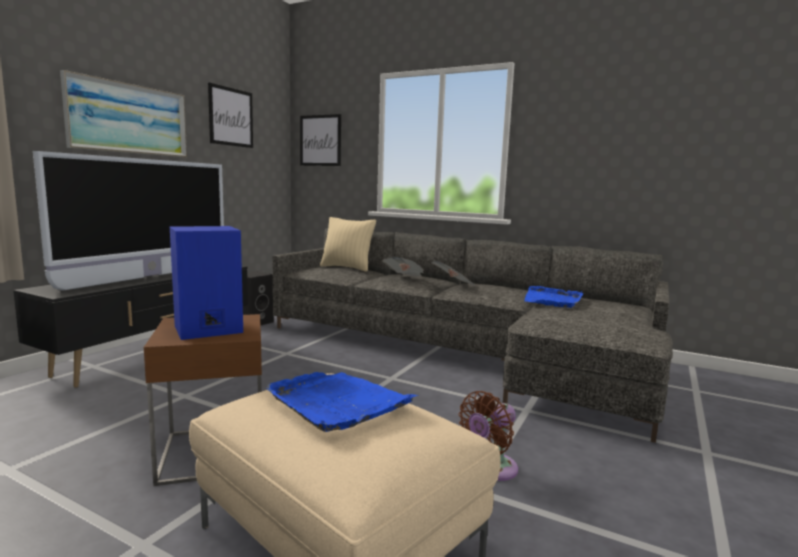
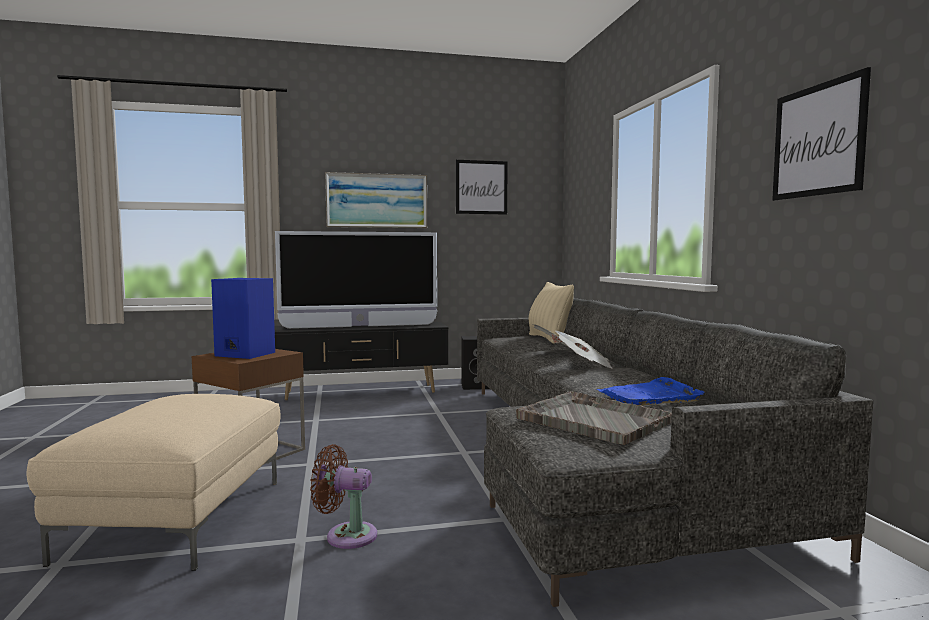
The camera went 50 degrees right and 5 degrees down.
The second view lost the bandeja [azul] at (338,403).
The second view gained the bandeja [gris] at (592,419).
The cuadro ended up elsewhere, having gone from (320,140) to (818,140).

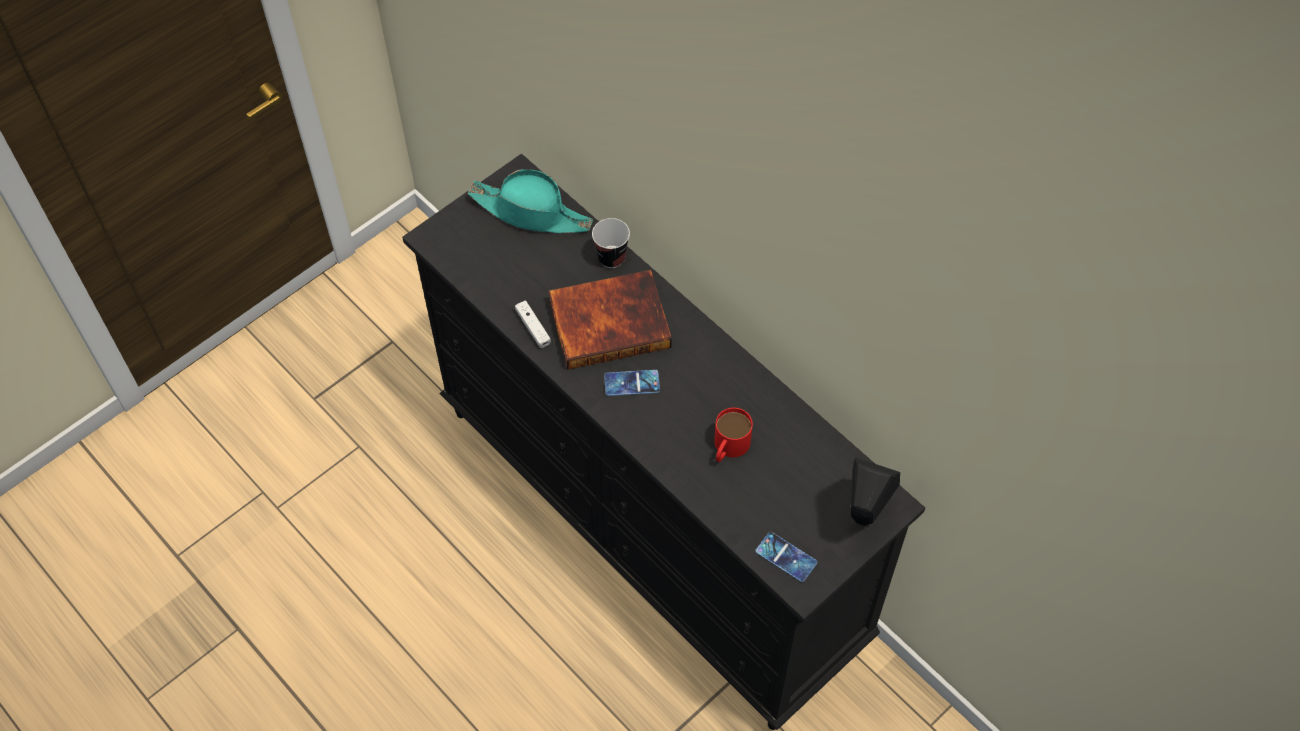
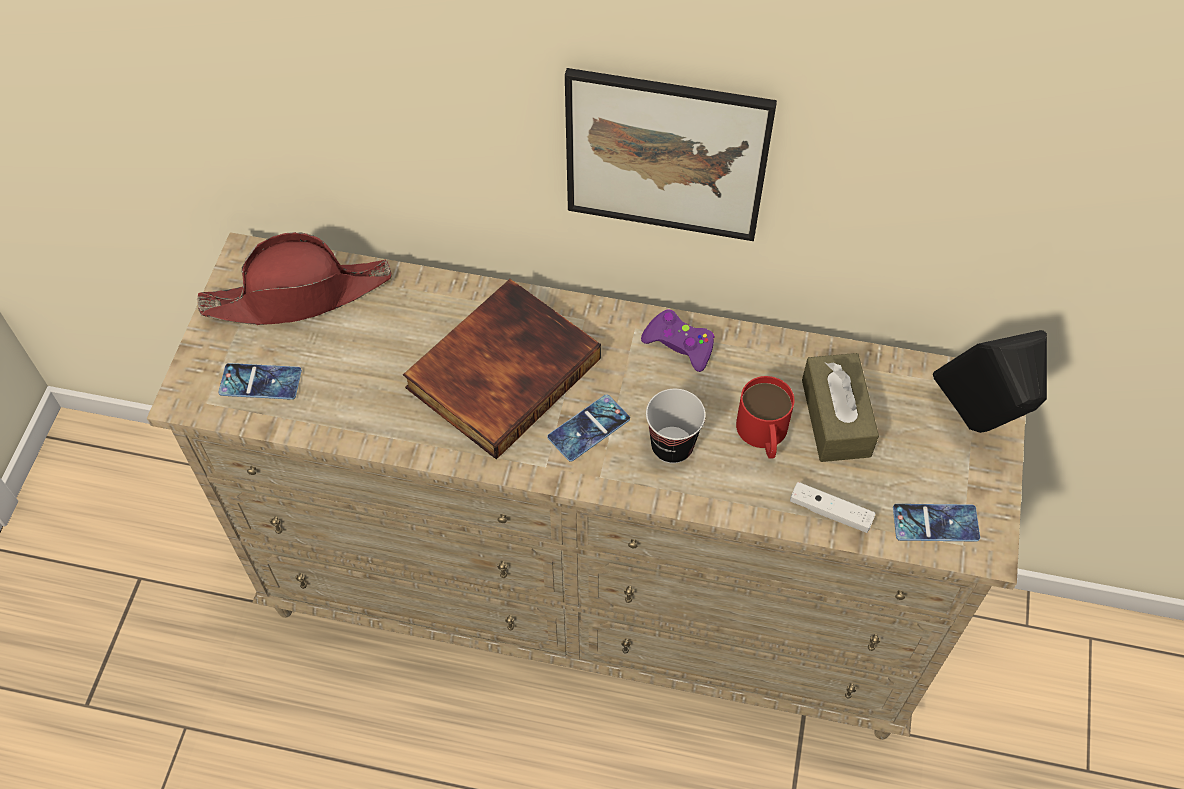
The camera went 35 degrees left and 0 degrees up.
The second view gained the móvil at (260,382).
The second view gained the cuadro at (666,155).
The second view gained the mando de consola [morado] at (679,344).
The second view gained the caja de pañuelos [marrón] at (836,418).
The mando de consola [blanco] ended up elsewhere, having gone from (533,327) to (830,512).
The taza ended up elsewhere, having gone from (611,257) to (672,446).
What was the cómoda [negro] at (651,527) turned into the cómoda [beis] at (594,603).
What was the sombrero [turquesa] at (531,212) turned into the sombrero [rojo] at (298,295).

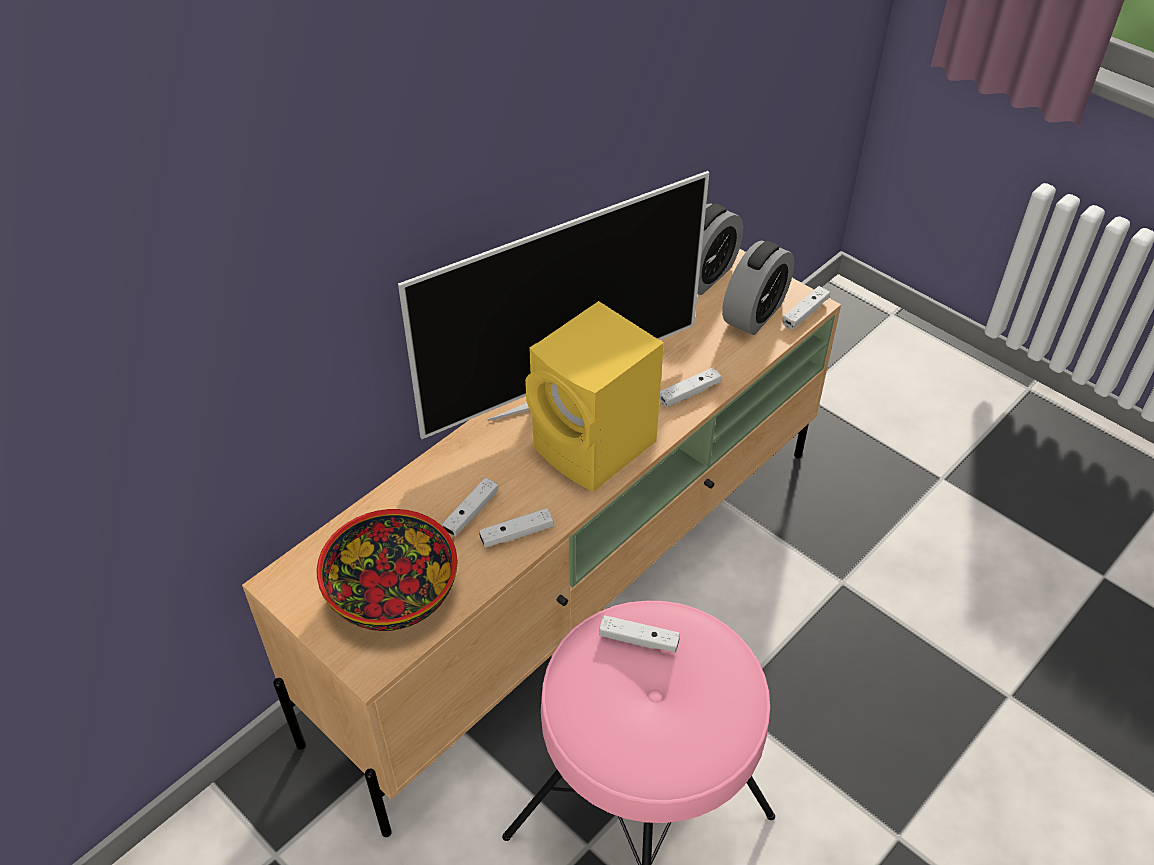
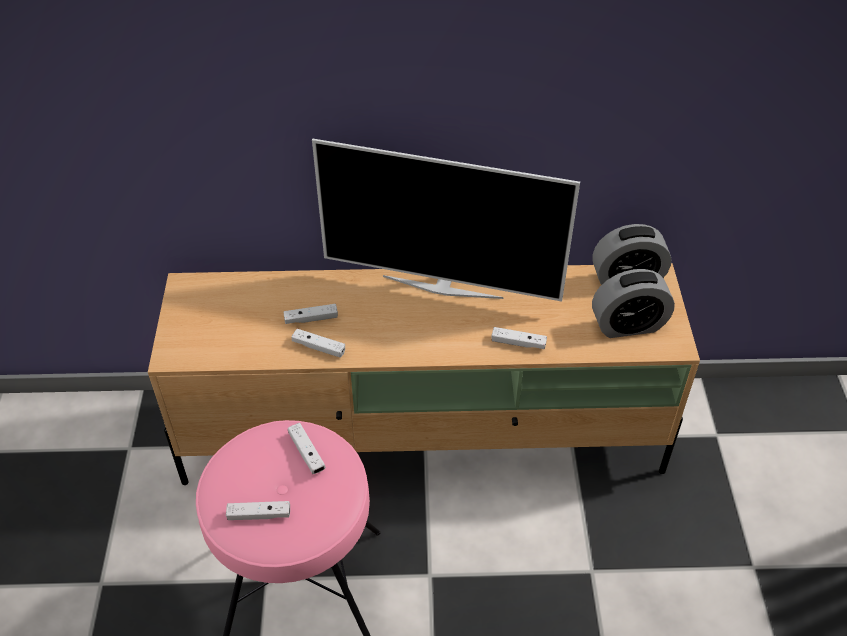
The camera went 45 degrees right and 0 degrees up.
The second view lost the cuenco at (393,591).
The second view lost the altavoz [amarillo] at (596,448).
The mando de consola [blanco] ended up elsewhere, having gone from (805,313) to (259,515).

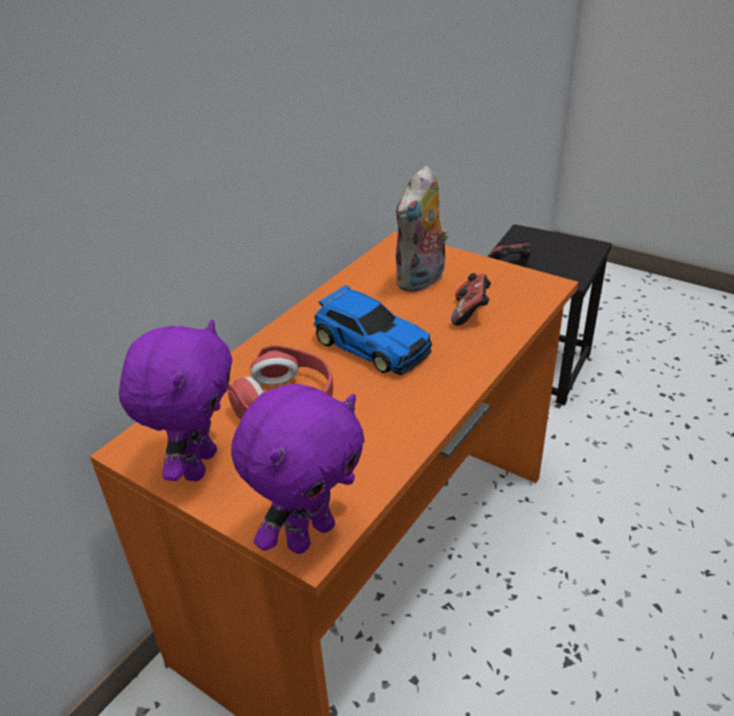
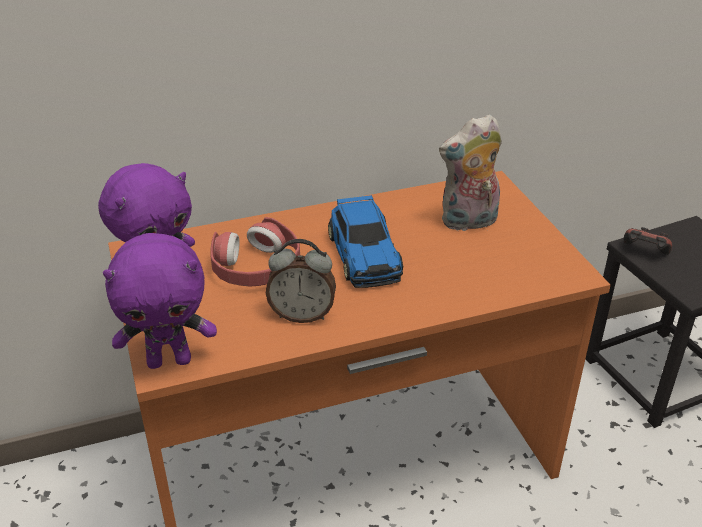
The camera went 35 degrees right and 0 degrees up.
The second view lost the mando de consola at (470,313).
The second view gained the despertador at (302,314).

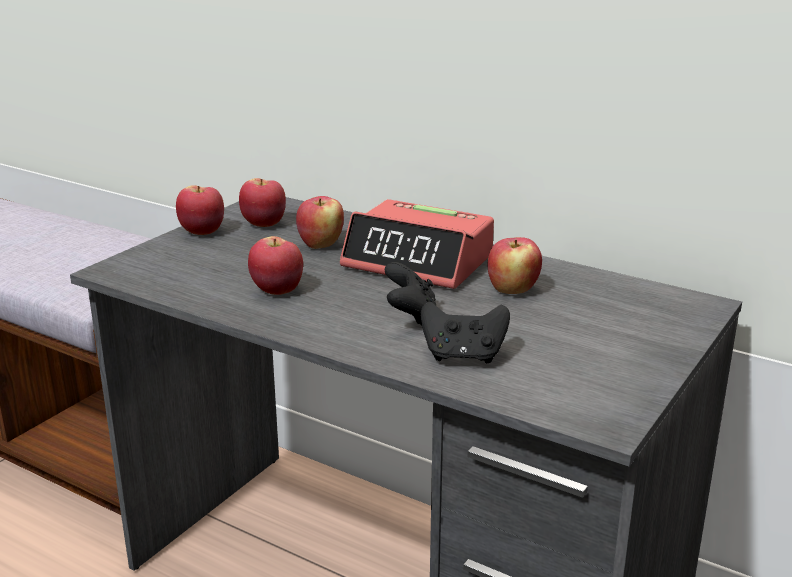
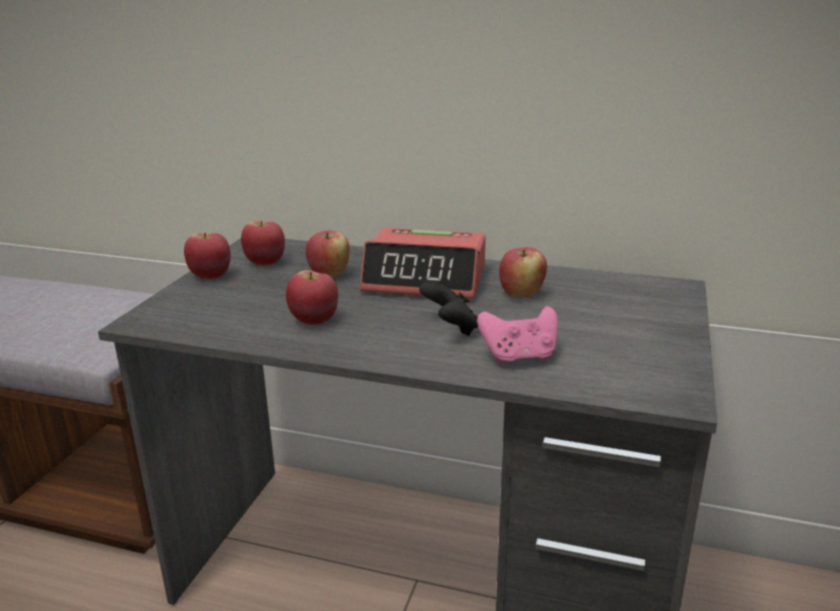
The camera went 15 degrees left and 0 degrees up.
What was the mando de consola [negro] at (463,356) turned into the mando de consola [rosa] at (519,357).

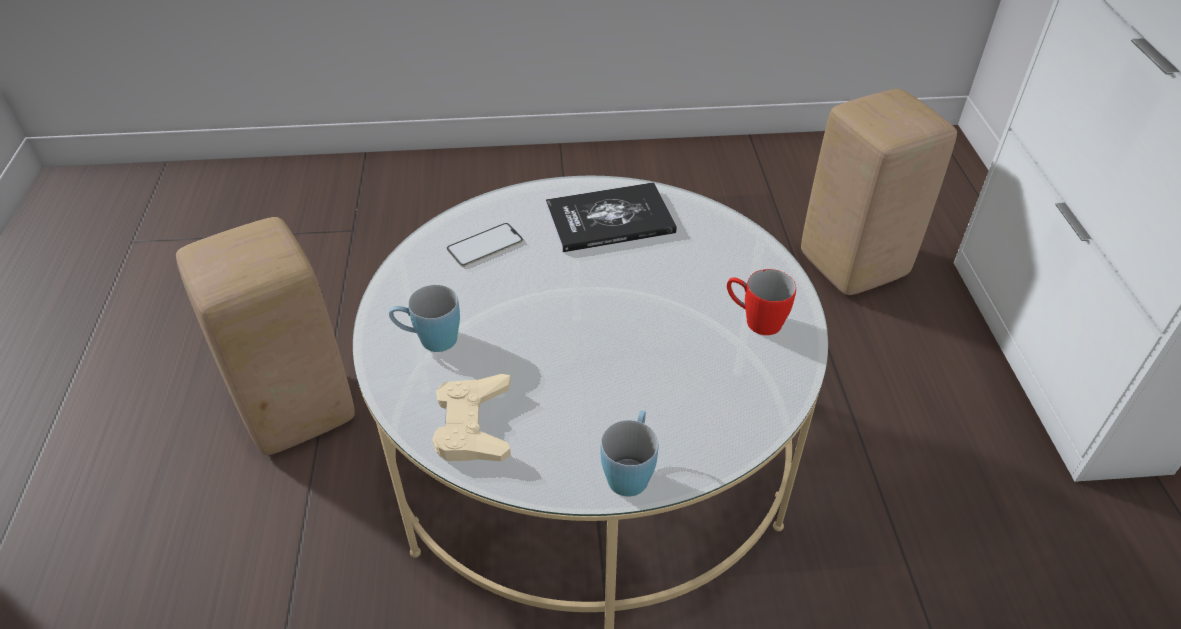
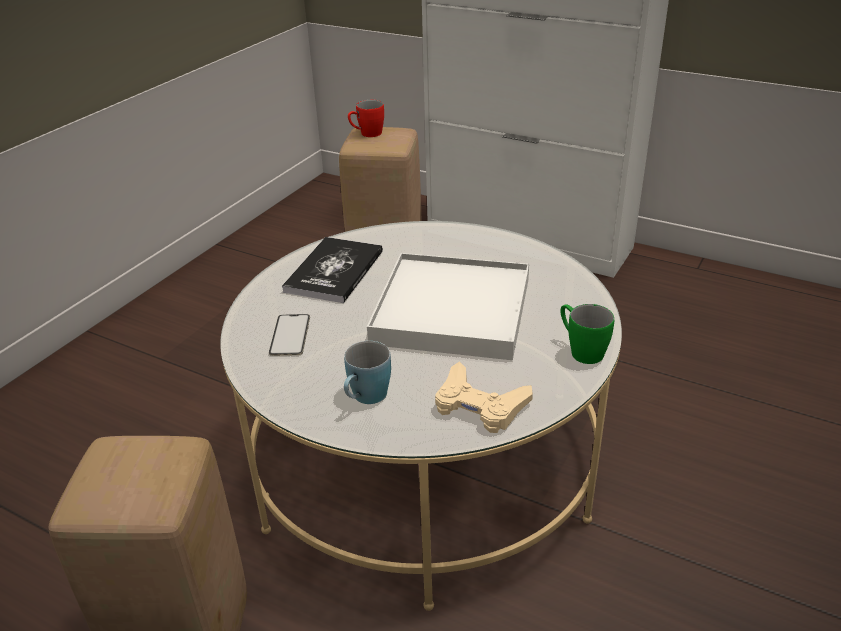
The camera went 55 degrees left and 10 degrees down.
The second view gained the bandeja [blanco] at (451,311).
The taza grande [rojo] ended up elsewhere, having gone from (755,320) to (367,134).
What was the taza grande [azul] at (630,470) turned into the taza grande [verde] at (581,350).

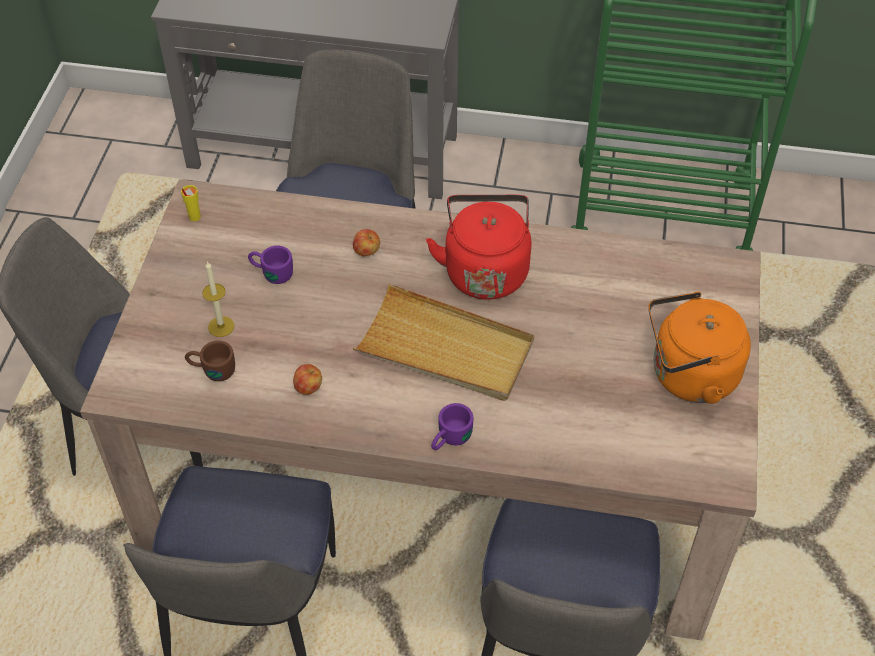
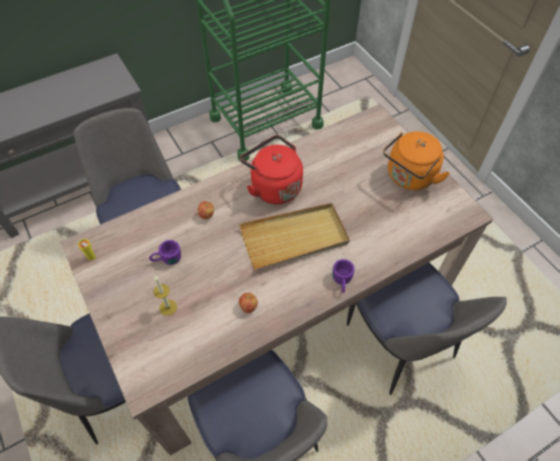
The camera went 40 degrees left and 5 degrees up.
The second view lost the taza grande [marrón] at (211,369).

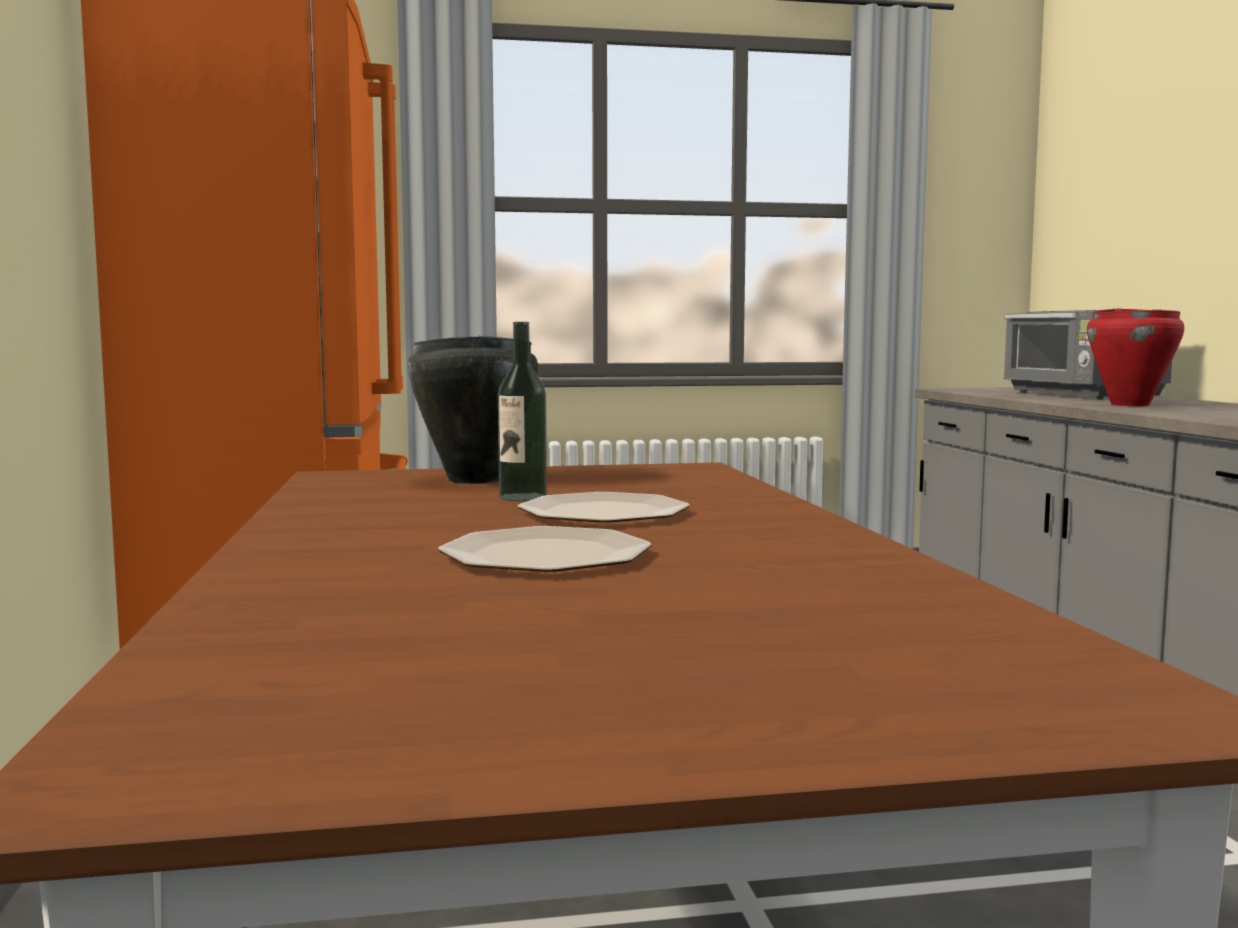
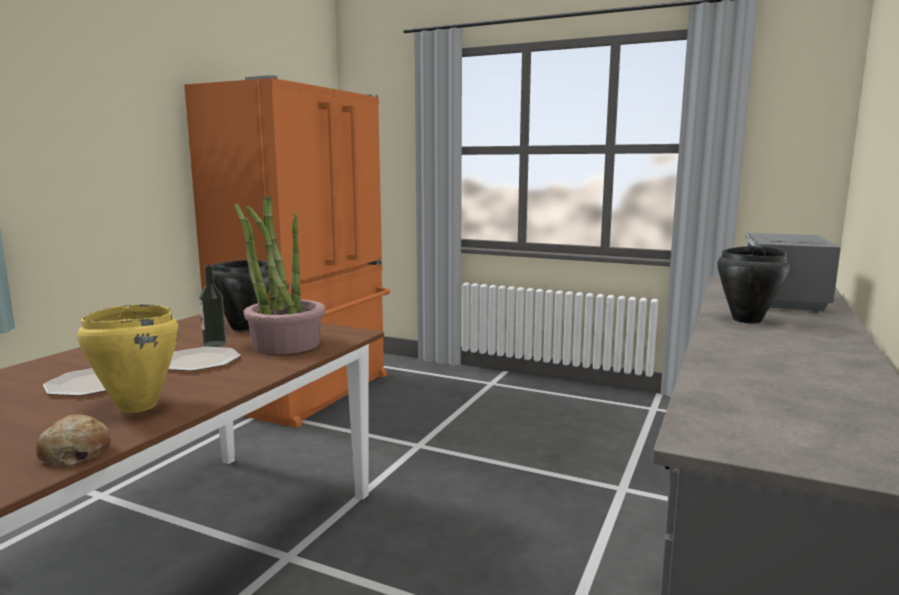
The camera went 35 degrees right and 5 degrees up.
The second view gained the pan at (75,453).
The second view gained the olla [amarillo] at (136,406).
The second view gained the planta en maceta at (285,344).
What was the olla [rojo] at (1130,405) turned into the olla [negro] at (747,320).

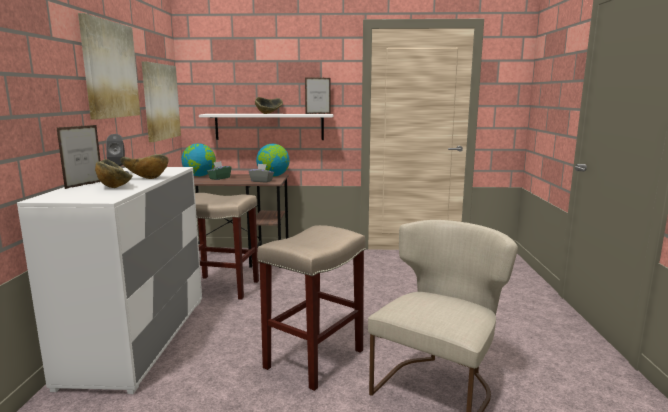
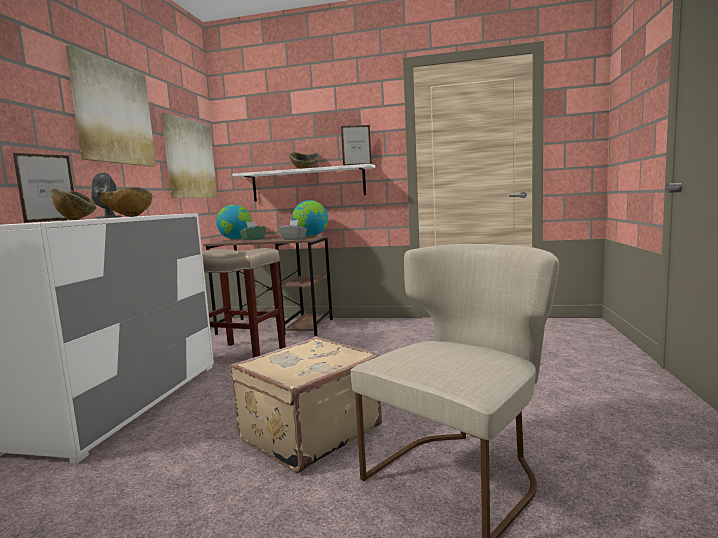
The camera went 10 degrees right and 5 degrees down.
Where the taburete [beis] stood at (314,360), the maleta [beis] came to stand at (308,432).

